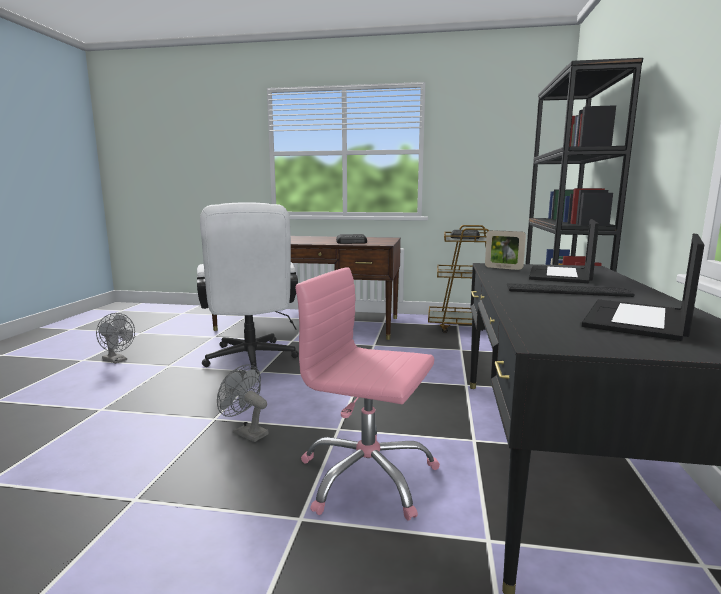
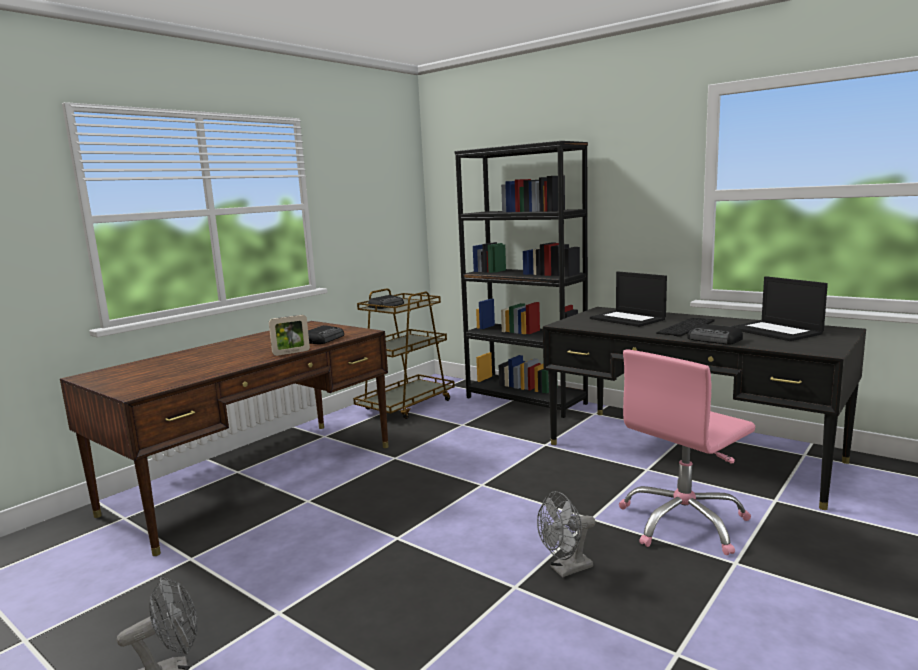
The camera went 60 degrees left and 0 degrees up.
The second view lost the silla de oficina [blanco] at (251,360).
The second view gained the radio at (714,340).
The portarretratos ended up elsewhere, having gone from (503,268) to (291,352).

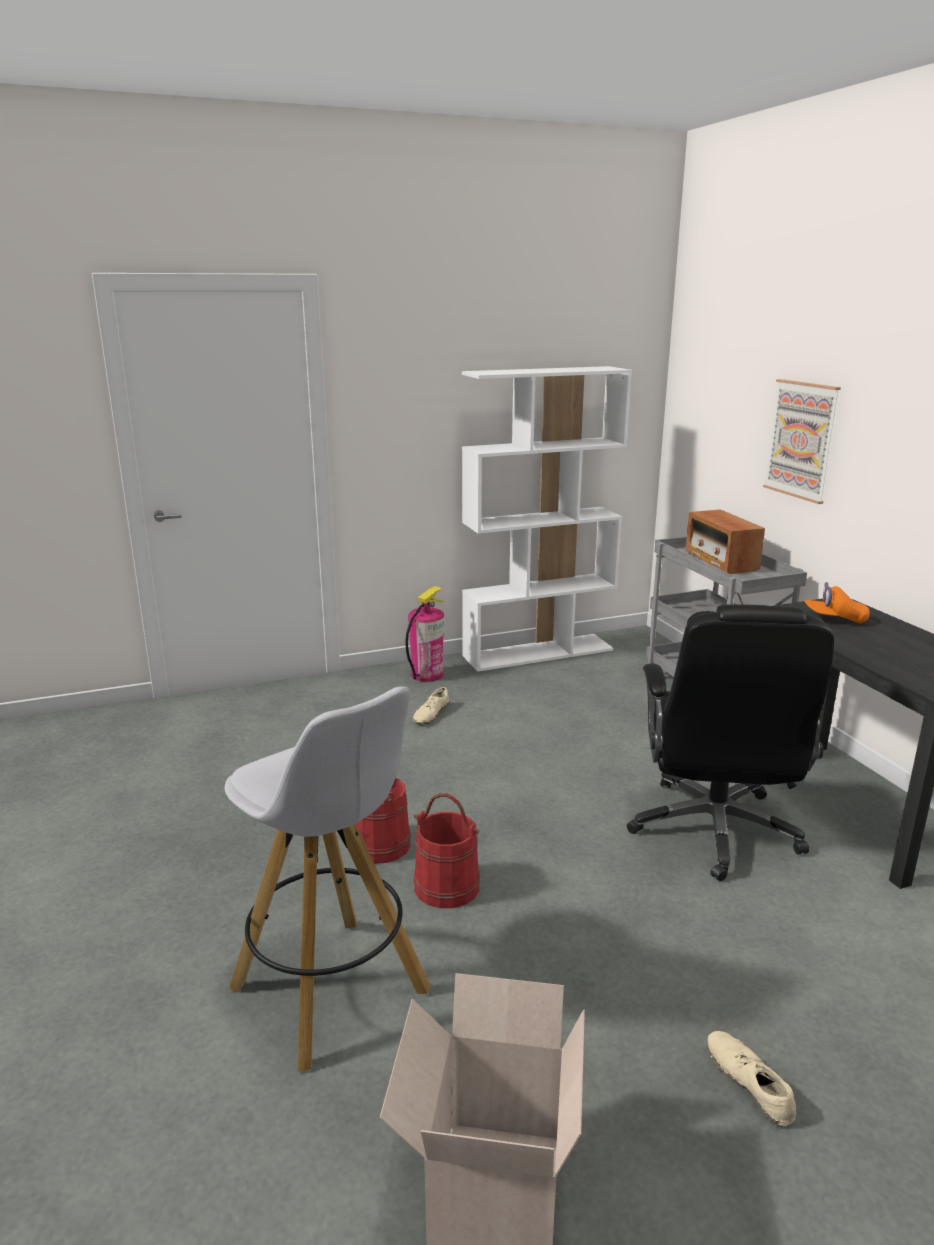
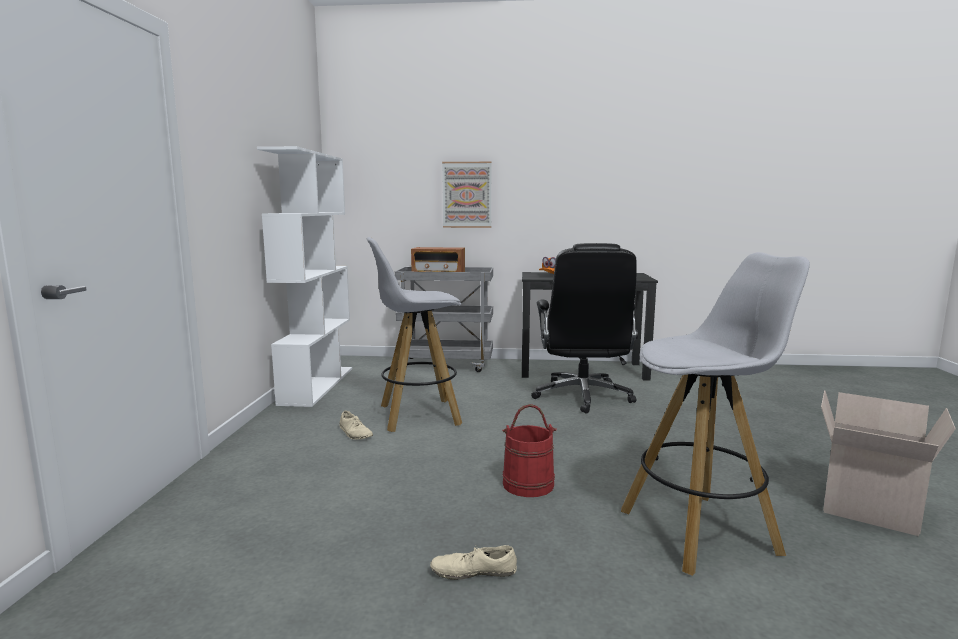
The camera went 65 degrees left and 10 degrees down.
The second view lost the extintor at (427,674).
The second view lost the cubo [rojo] at (447,886).
The second view gained the taburete [blanco] at (417,415).
The zapato [beis] ended up elsewhere, having gone from (749,1082) to (473,571).
The silla de oficina [negro] at (715,830) ended up facing another way, 60 degrees clockwise from before.

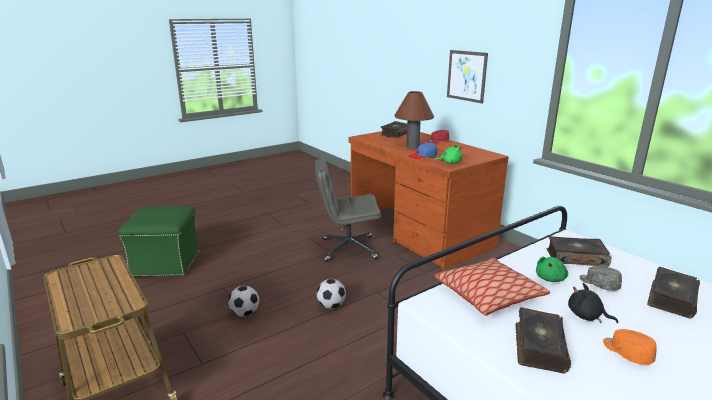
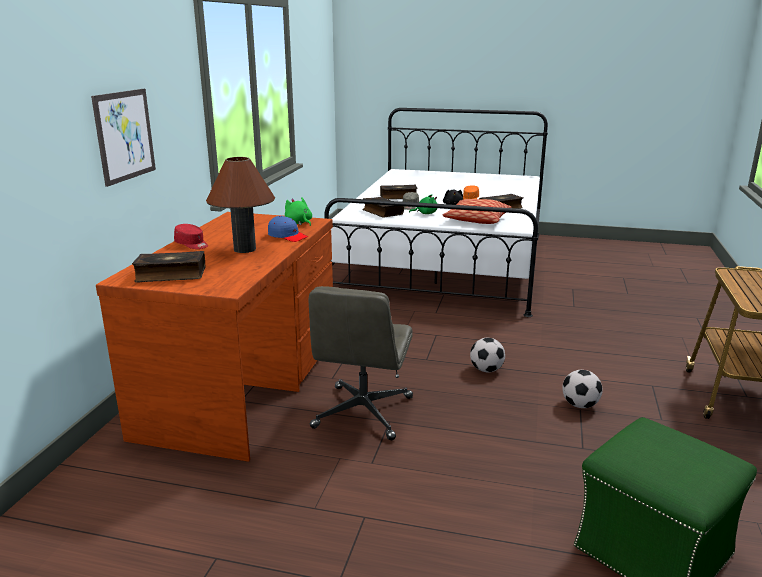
The camera went 130 degrees left and 0 degrees up.
The silla de oficina [gris] at (348,249) ended up facing another way, 60 degrees clockwise from before.

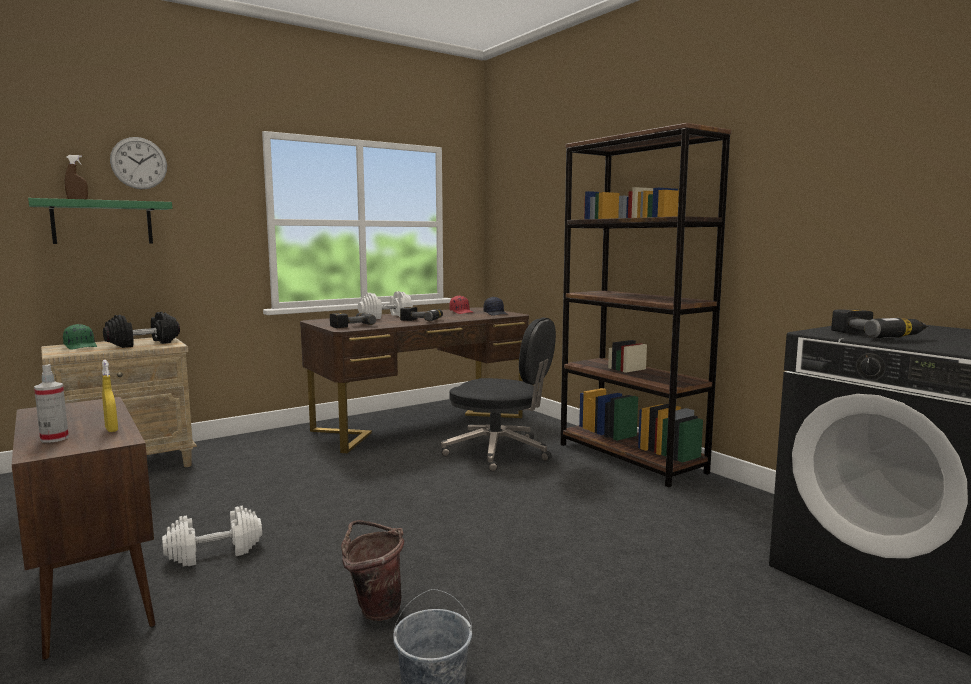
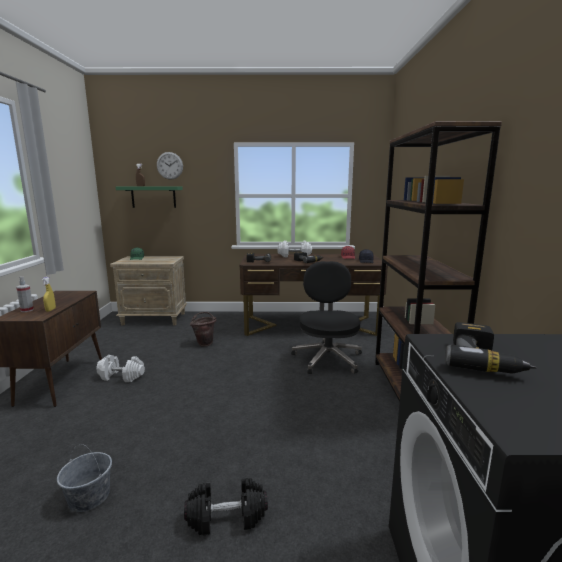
The camera went 35 degrees right and 5 degrees up.
The mancuerna [negro] ended up elsewhere, having gone from (143,343) to (227,517).
The cubo [marrón] ended up elsewhere, having gone from (374,609) to (205,343).
The silla de oficina [negro] at (499,452) ended up facing another way, 150 degrees counterclockwise from before.

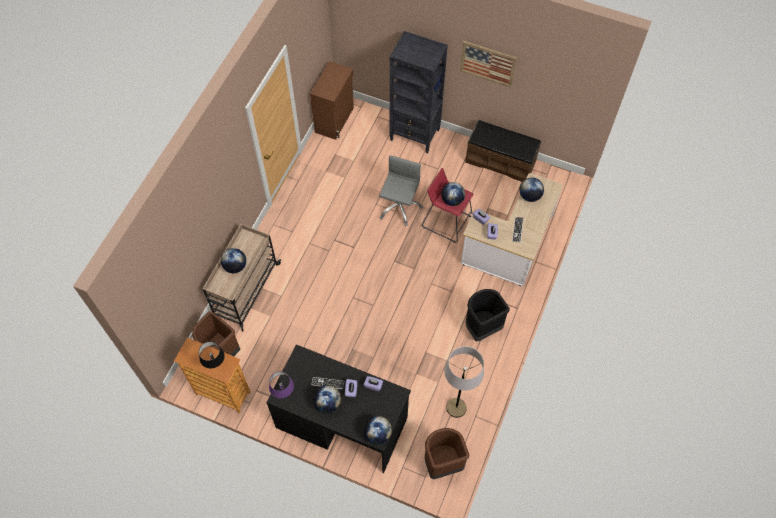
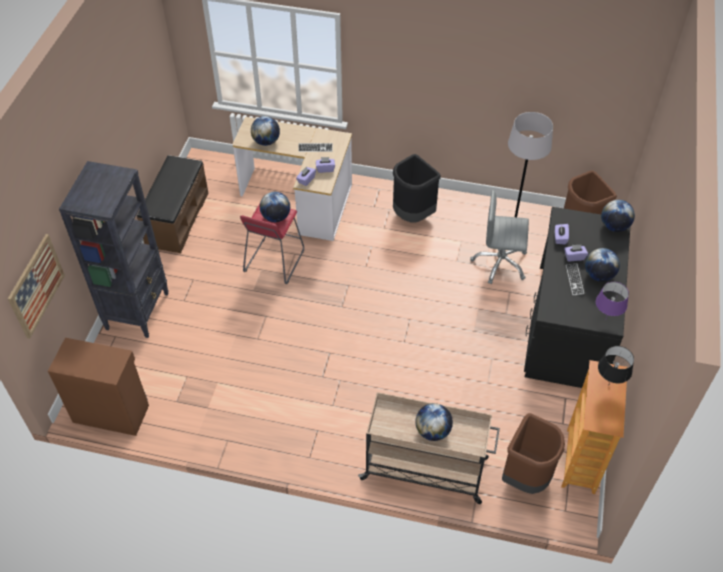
The camera went 100 degrees left and 10 degrees down.
The silla de oficina [gris] ended up elsewhere, having gone from (399,207) to (500,263).
The cuadro ended up elsewhere, having gone from (488,63) to (36,286).

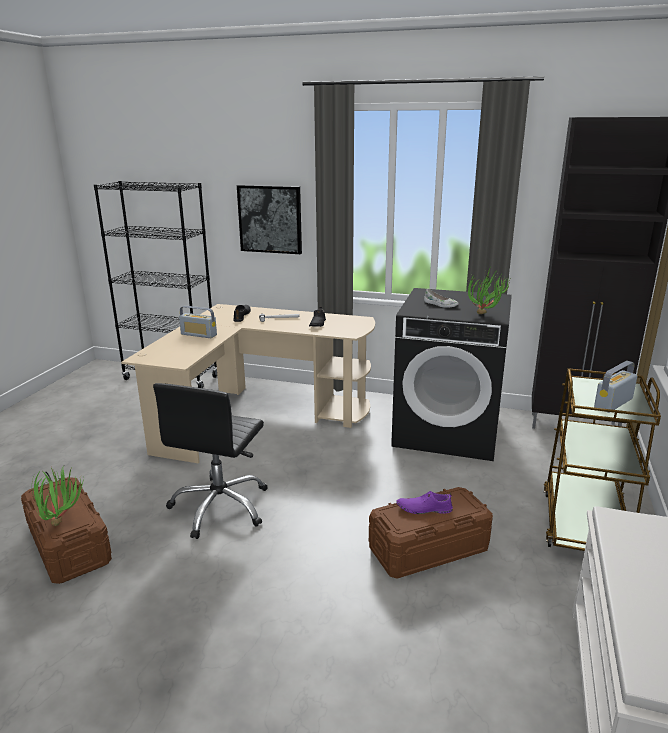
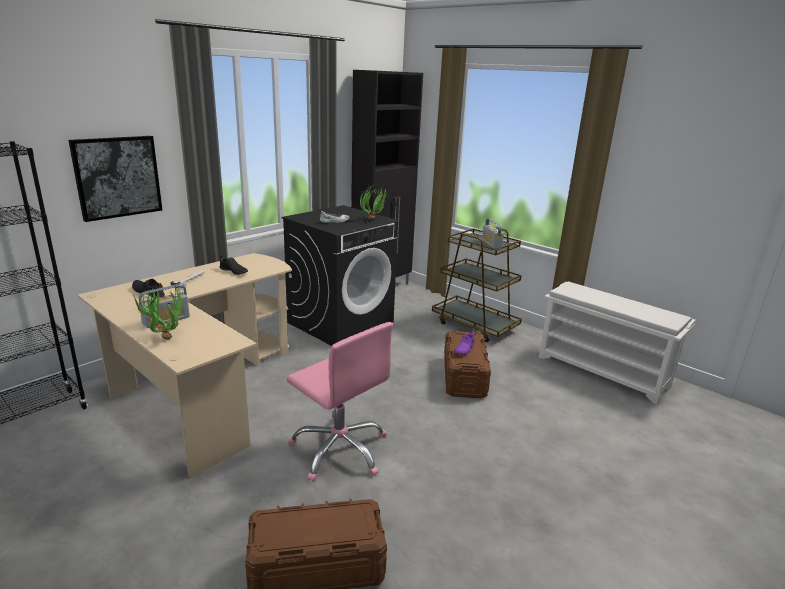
The camera went 65 degrees left and 0 degrees up.
The planta en maceta ended up elsewhere, having gone from (62,520) to (164,336).
What was the silla de oficina [negro] at (220,507) turned into the silla de oficina [rosa] at (340,449).

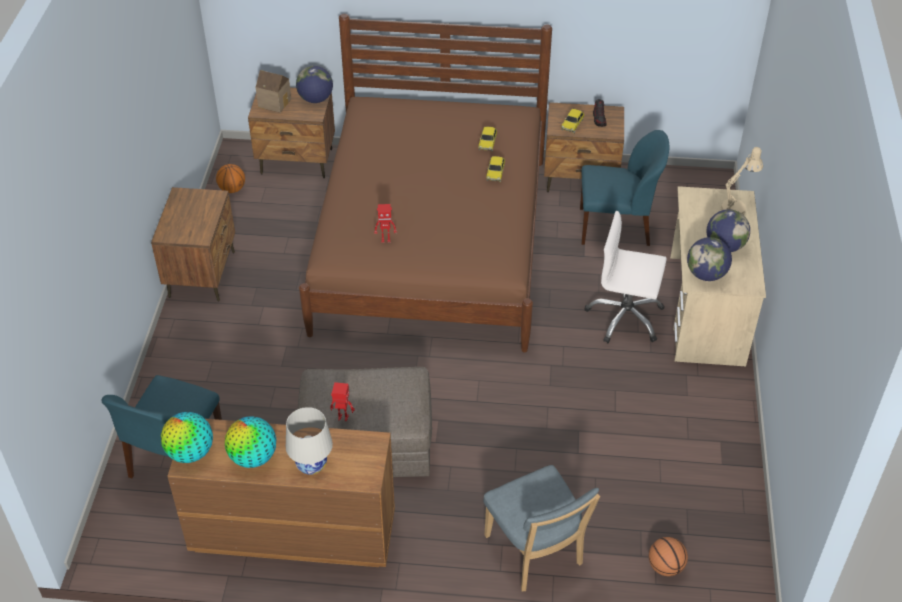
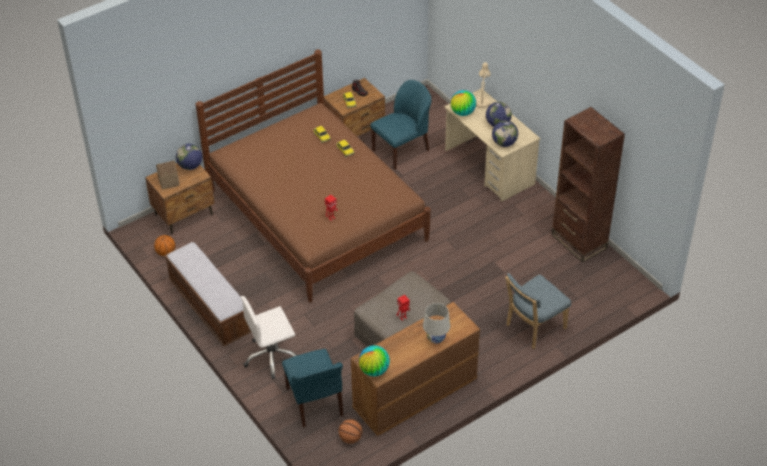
The camera went 40 degrees left and 0 degrees up.
The second view gained the estantería [marrón] at (579,241).
The globo terráqueo ended up elsewhere, having gone from (253,457) to (463,113).
The silla de oficina [blanco] ended up elsewhere, having gone from (625,318) to (271,357).
The balón de baloncesto ended up elsewhere, having gone from (665,567) to (350,438).
Where the mesita de noche [marrón] stood at (203,274), the banco came to stand at (210,307).
The silla [azul] at (536,553) ended up facing another way, 120 degrees clockwise from before.

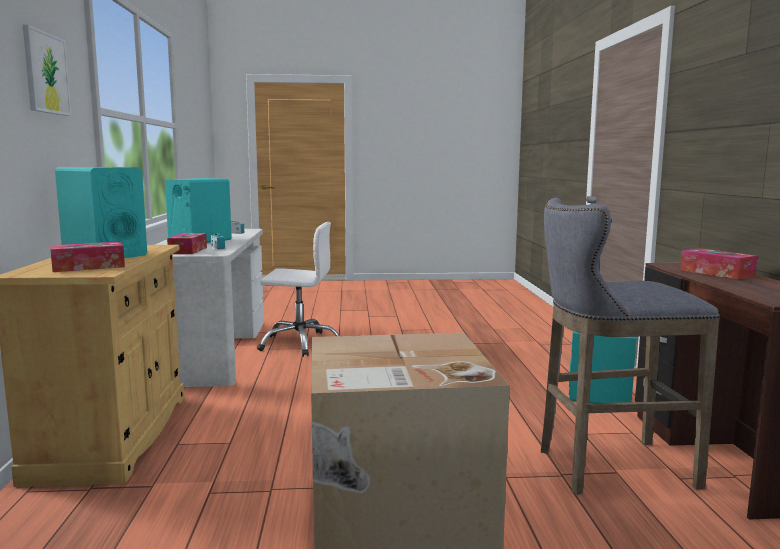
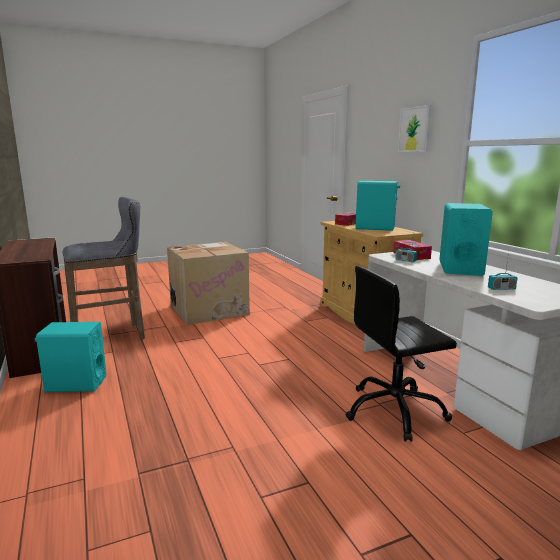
The camera went 160 degrees right and 5 degrees up.
The second view lost the caja de pañuelos at (716,273).
What was the silla de oficina [blanco] at (300,343) turned into the silla de oficina [negro] at (395,411).

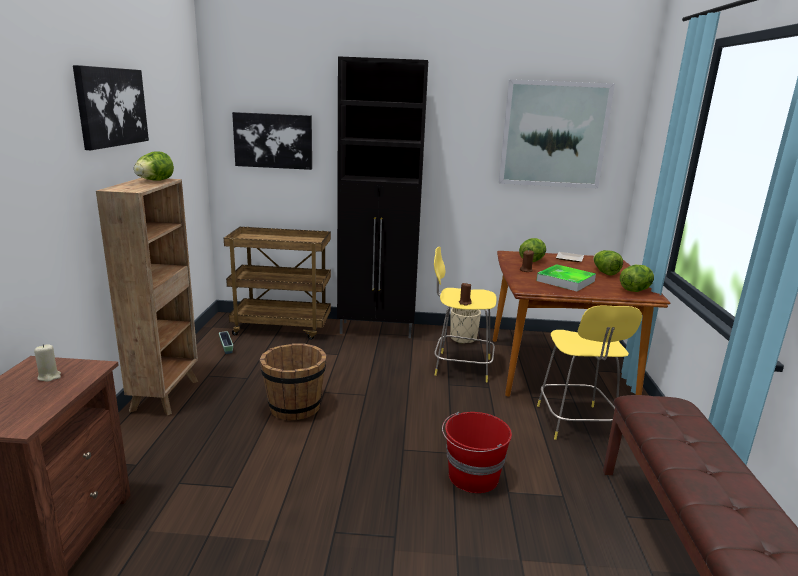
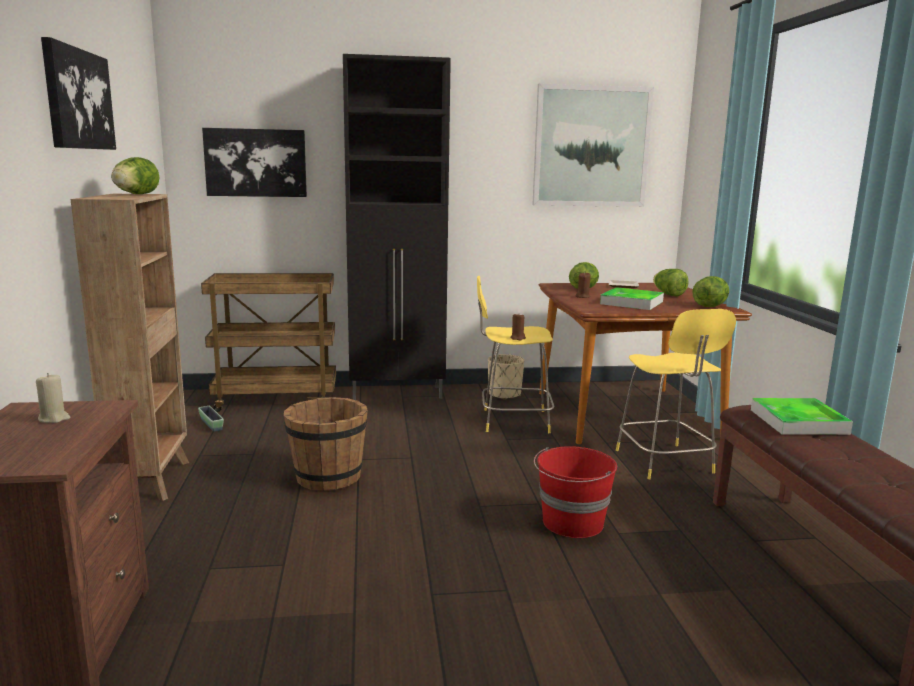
The camera went 10 degrees left and 5 degrees down.
The second view gained the bandeja at (798,421).

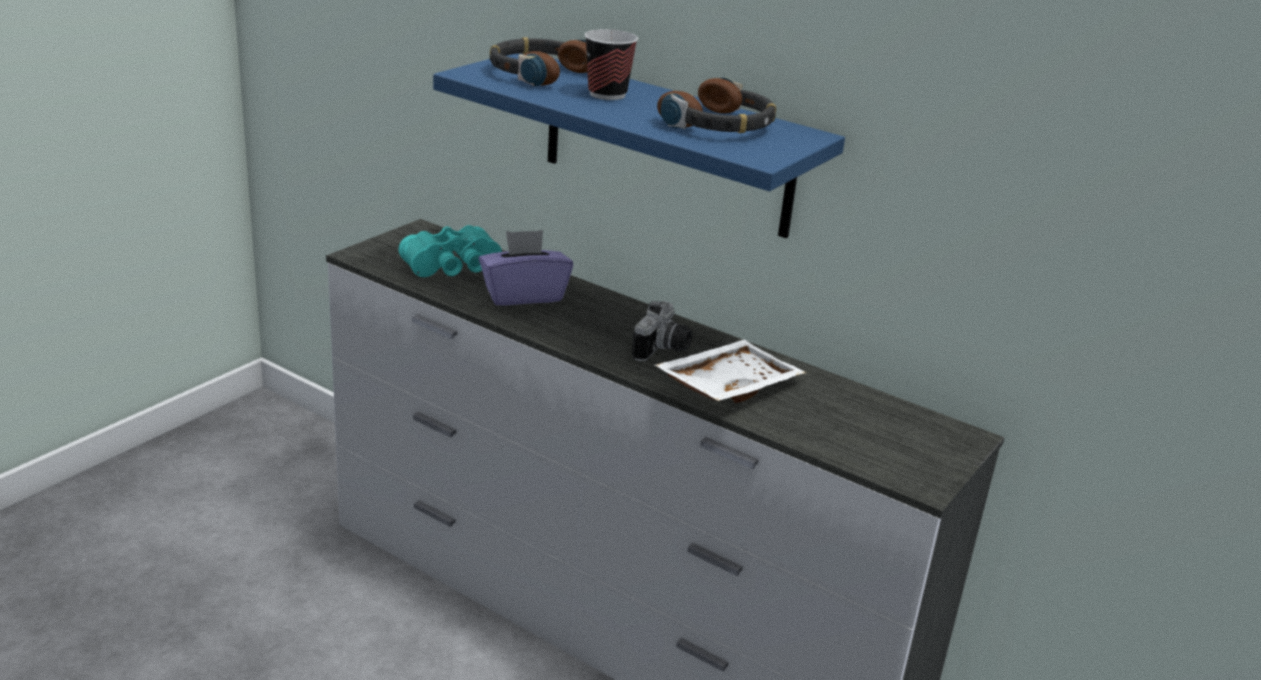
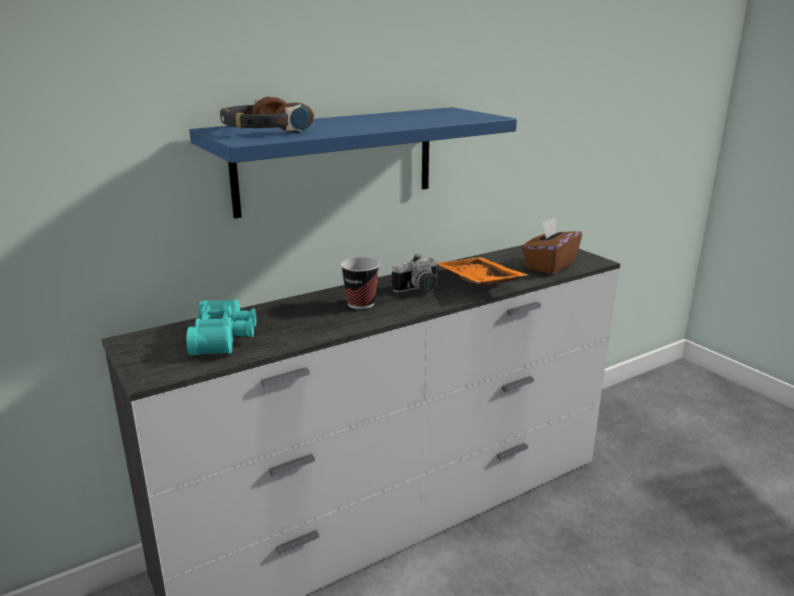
The camera went 65 degrees left and 5 degrees down.
The second view lost the caja de pañuelos [morado] at (523,295).
The second view lost the auriculares at (720,125).
The second view gained the caja de pañuelos [marrón] at (549,265).
The taza ended up elsewhere, having gone from (607,94) to (361,304).
What was the bandeja [blanco] at (726,386) turned into the bandeja [naranja] at (476,282).
The cámara at (664,350) ended up facing another way, 105 degrees clockwise from before.

